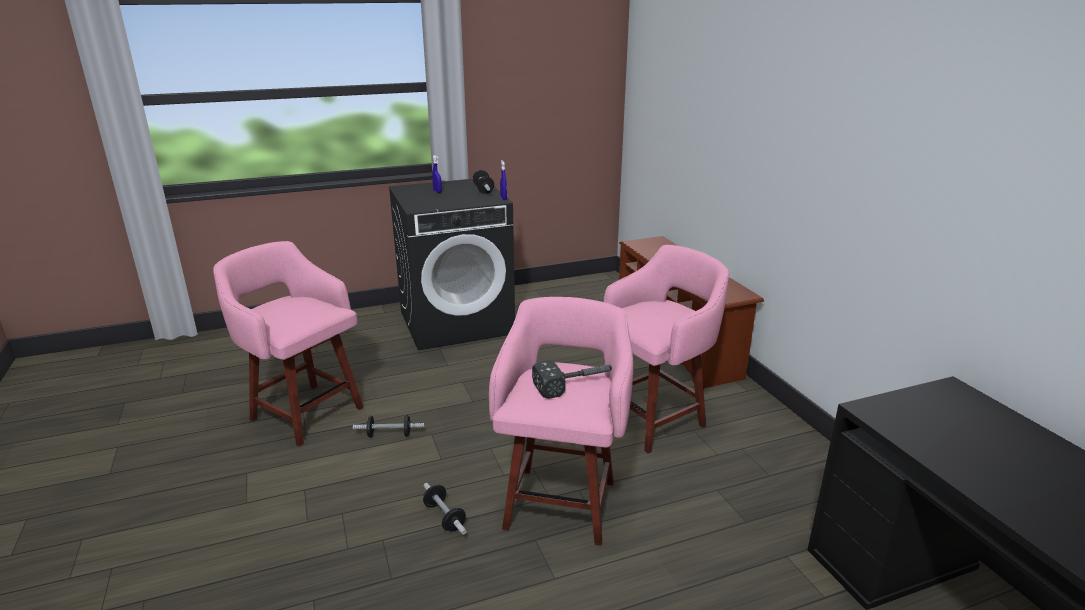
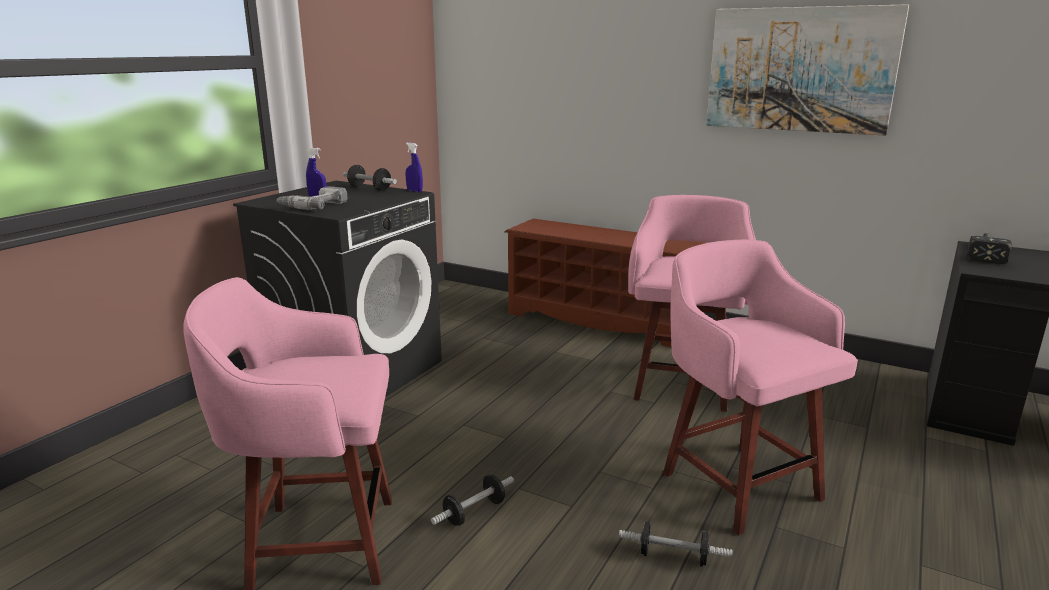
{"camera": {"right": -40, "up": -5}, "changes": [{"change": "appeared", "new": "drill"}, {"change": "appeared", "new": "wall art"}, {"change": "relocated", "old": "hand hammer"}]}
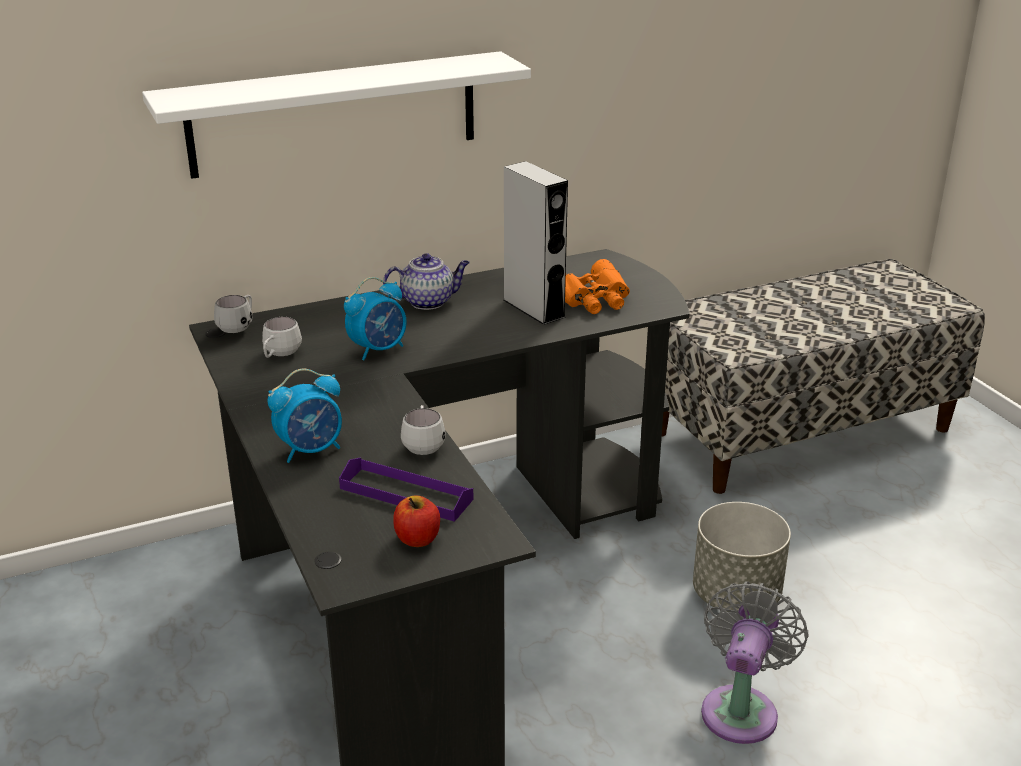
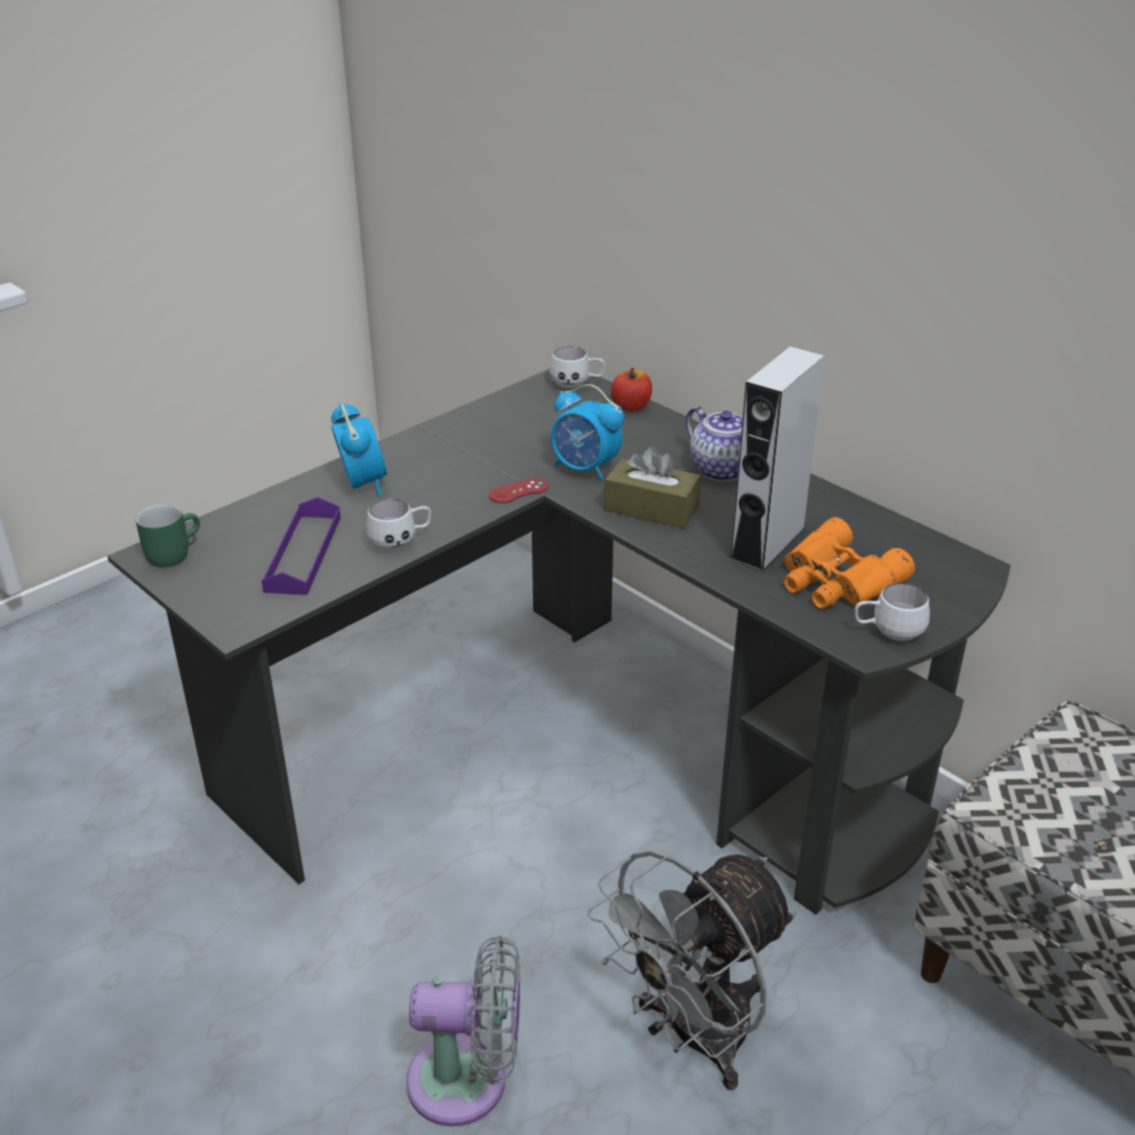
{"camera": {"right": 70, "up": 5}, "changes": [{"change": "missing", "old": "white-coloured wall shelf"}, {"change": "appeared", "new": "green mug"}, {"change": "appeared", "new": "reddish joypad"}, {"change": "appeared", "new": "brown-coloured tissue box"}, {"change": "relocated", "old": "white-coloured mug (no. 2 from left in the first image)", "new": "white-coloured mug (no. 3 from left)"}, {"change": "relocated", "old": "apple fruit"}, {"change": "exchanged", "old": "grey planter", "new": "grey cooling fan (no. 2 from left)"}, {"change": "spun", "old": "bedside clock (no. 1 from left)", "degrees": -150}]}
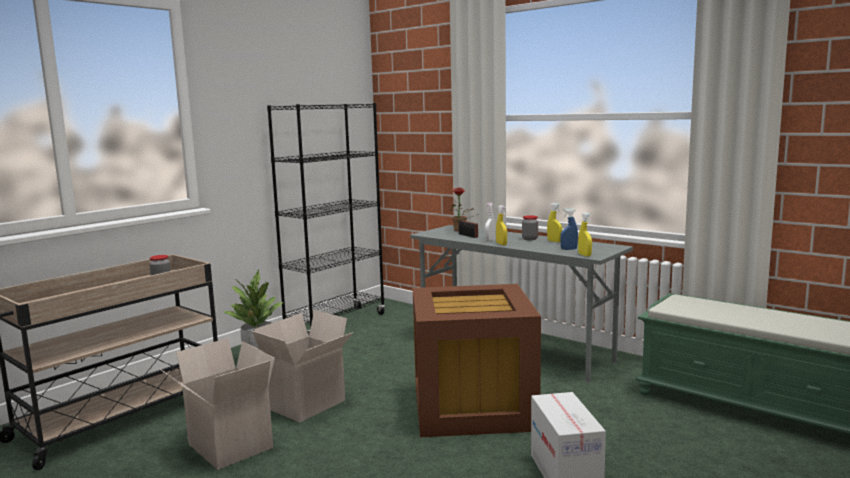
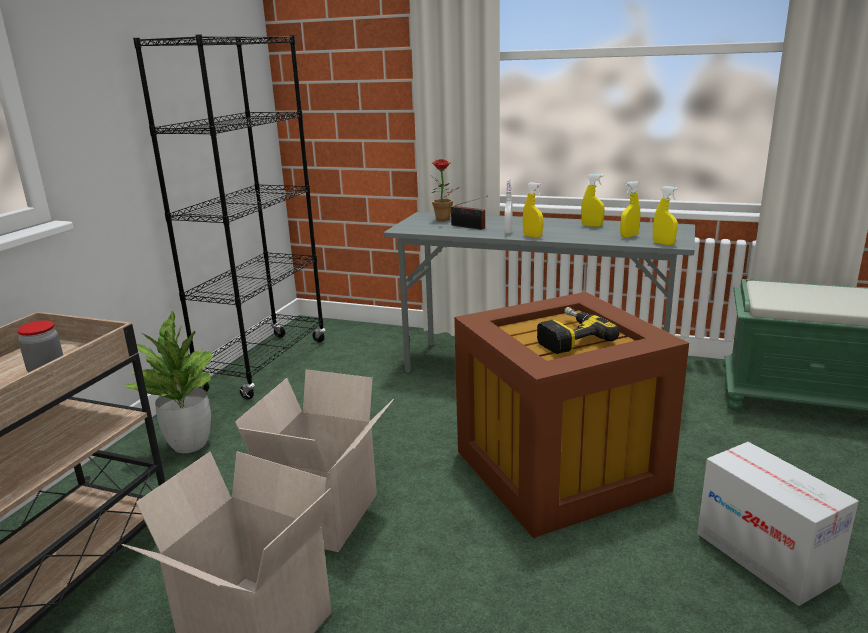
{"camera": {"right": -20, "up": 10}, "changes": [{"change": "missing", "old": "preserve jar (no. 2 from left)"}, {"change": "appeared", "new": "drill"}, {"change": "colour", "old": "blue sprayer", "new": "yellow-coloured sprayer (no. 3 from left)"}]}
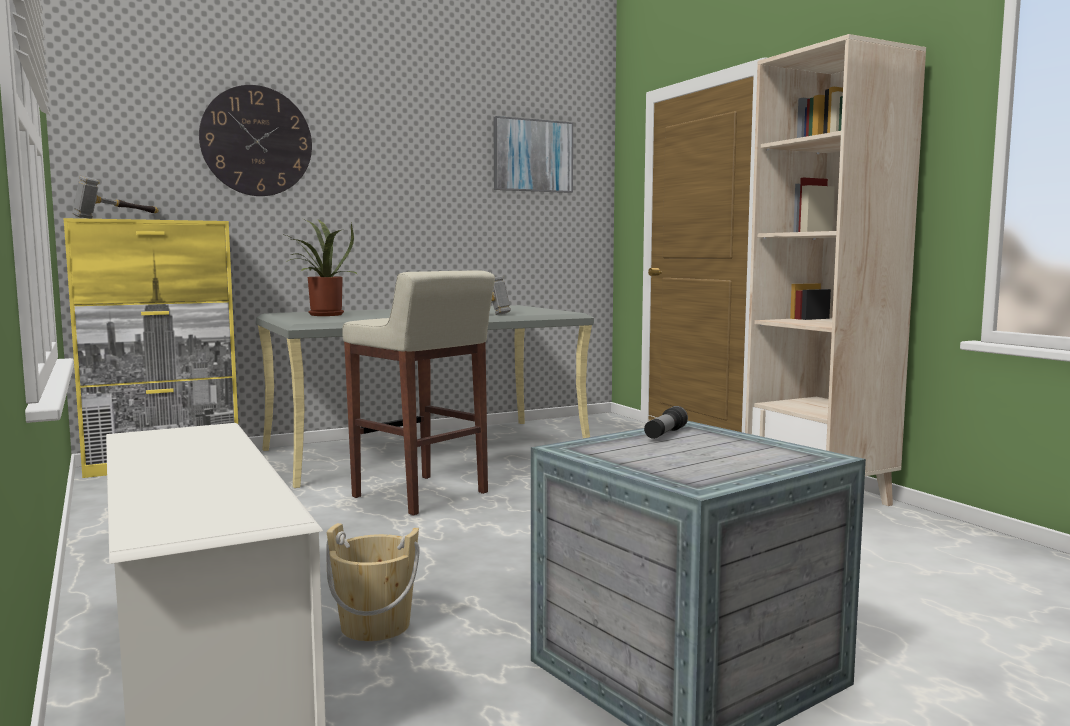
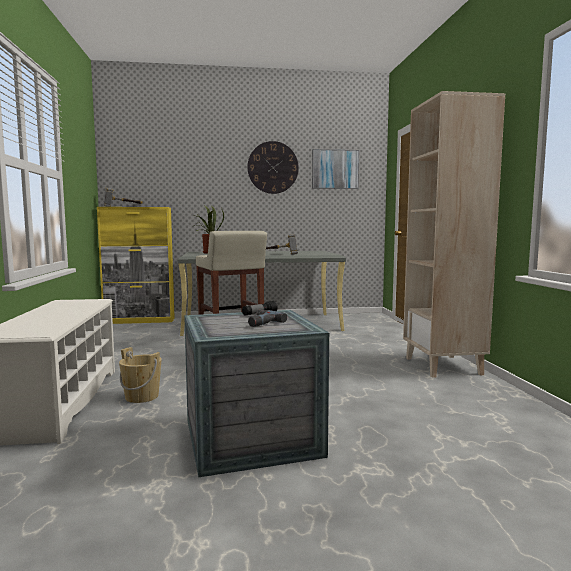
{"camera": {"right": 20, "up": 0}, "changes": [{"change": "appeared", "new": "drill"}, {"change": "relocated", "old": "hanging clock"}]}
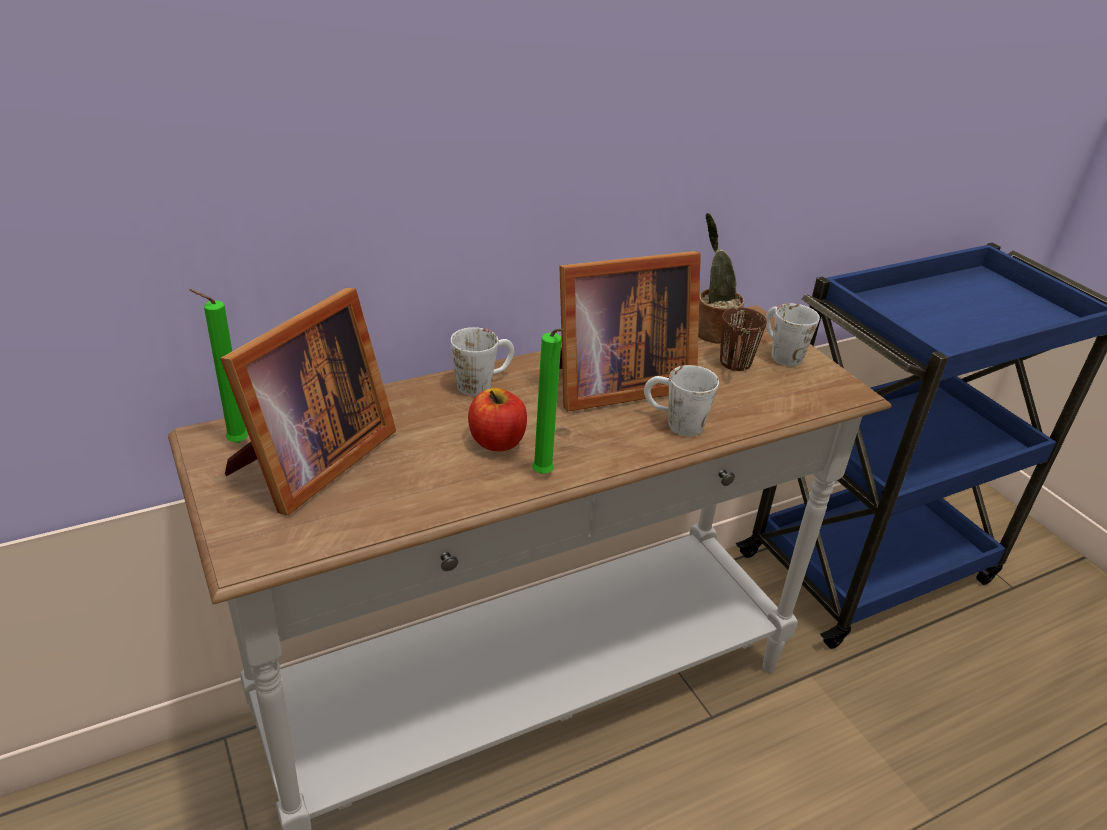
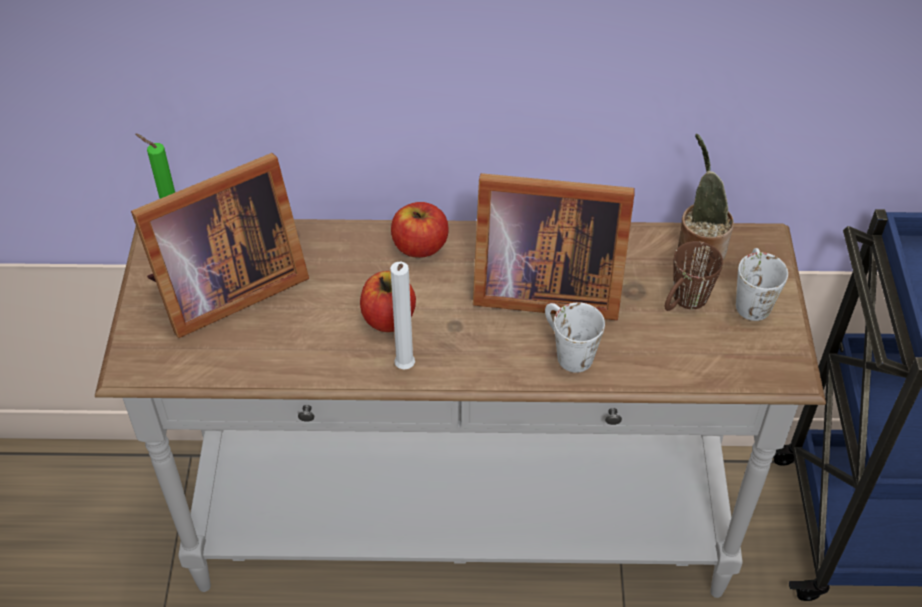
{"camera": {"right": 30, "up": 15}, "changes": [{"change": "exchanged", "old": "white-coloured mug (no. 1 from left)", "new": "apple fruit (no. 2 from left)"}, {"change": "colour", "old": "green candle (no. 2 from left)", "new": "white-coloured candle"}]}
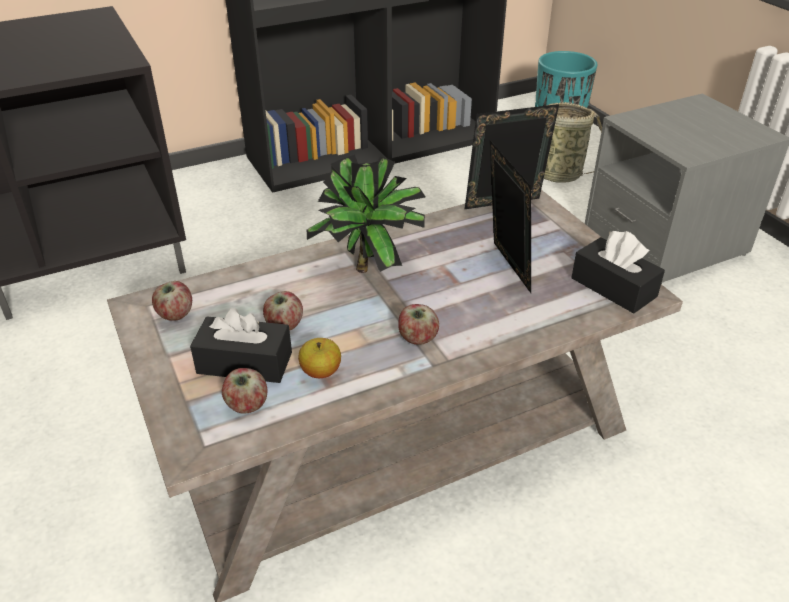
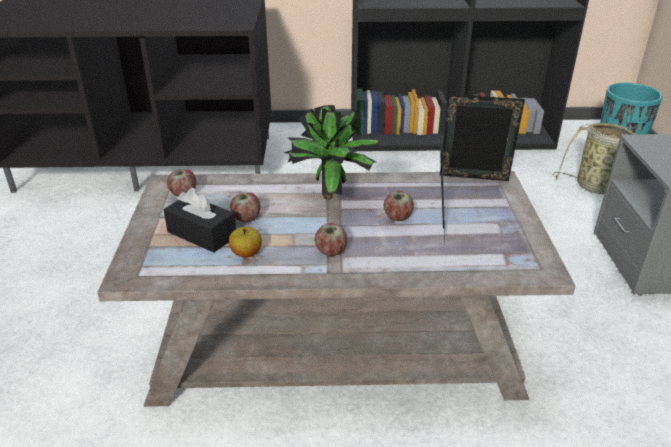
{"camera": {"right": 25, "up": -5}, "changes": [{"change": "missing", "old": "blackish tissue box (no. 2 from left)"}, {"change": "relocated", "old": "apple fruit (no. 2 from left in the first image)", "new": "apple fruit (no. 5 from left)"}]}
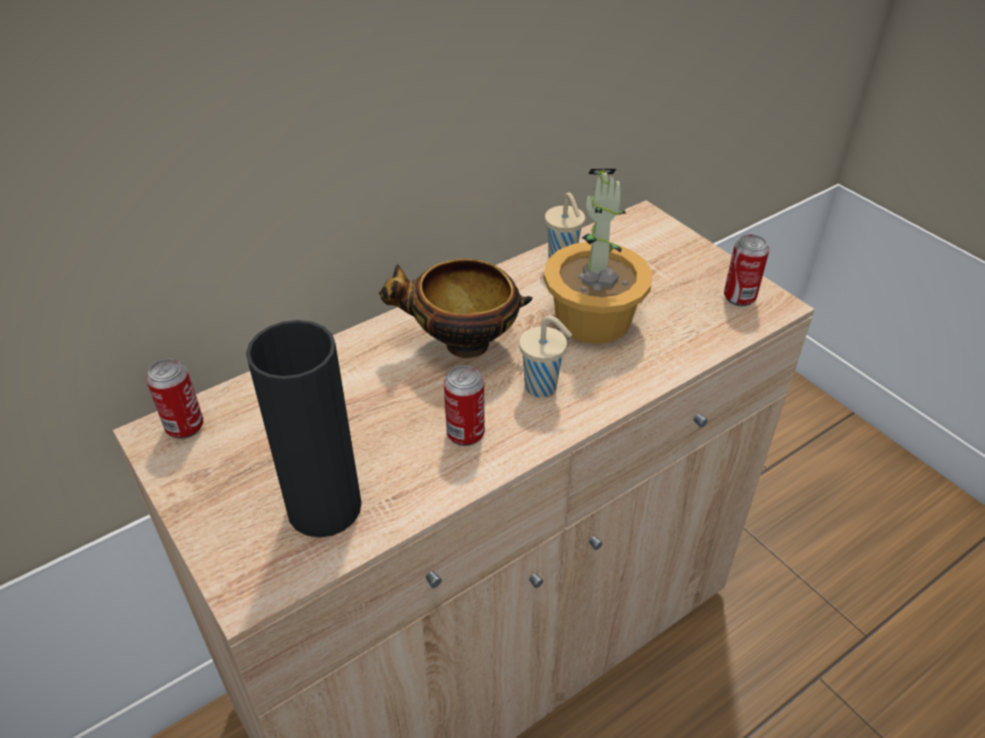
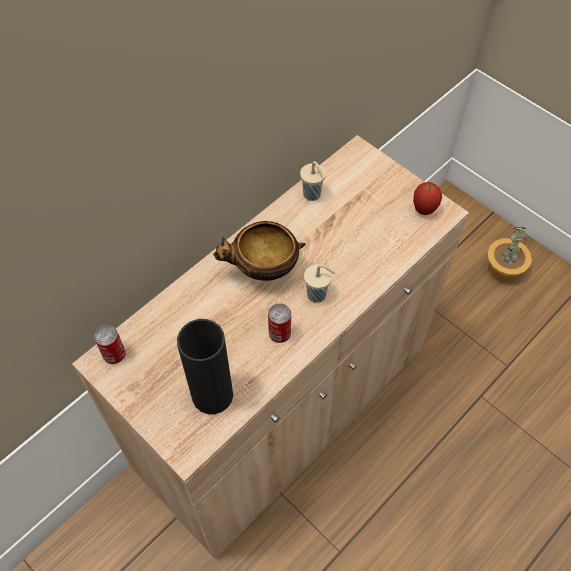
{"camera": {"right": -10, "up": 15}, "changes": [{"change": "relocated", "old": "plant in a pot"}, {"change": "exchanged", "old": "sealed can (no. 3 from left)", "new": "apple fruit"}]}
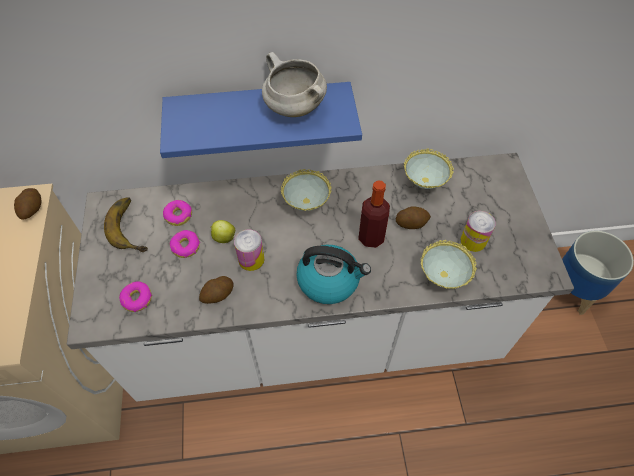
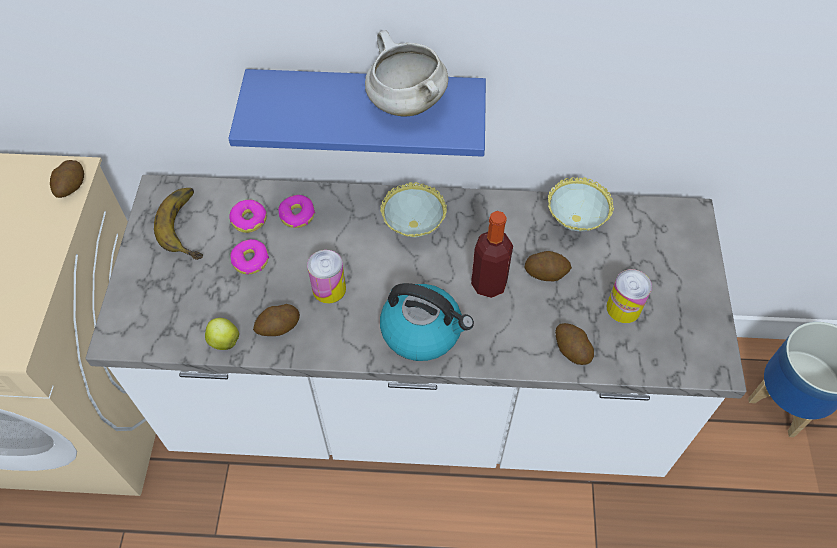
{"camera": {"right": 10, "up": 0}, "changes": [{"change": "relocated", "old": "doughnut (no. 1 from left in the first image)", "new": "doughnut (no. 3 from left)"}, {"change": "relocated", "old": "apple fruit"}, {"change": "exchanged", "old": "bowl (no. 3 from left)", "new": "whole potato (no. 4 from left)"}]}
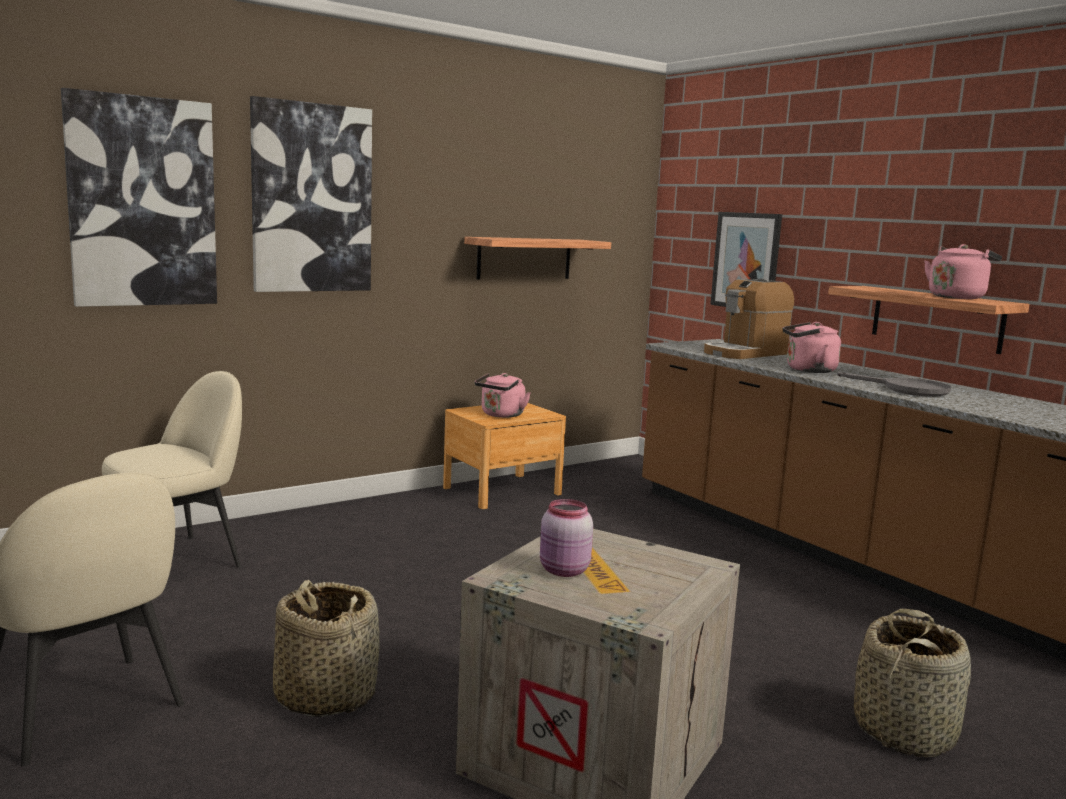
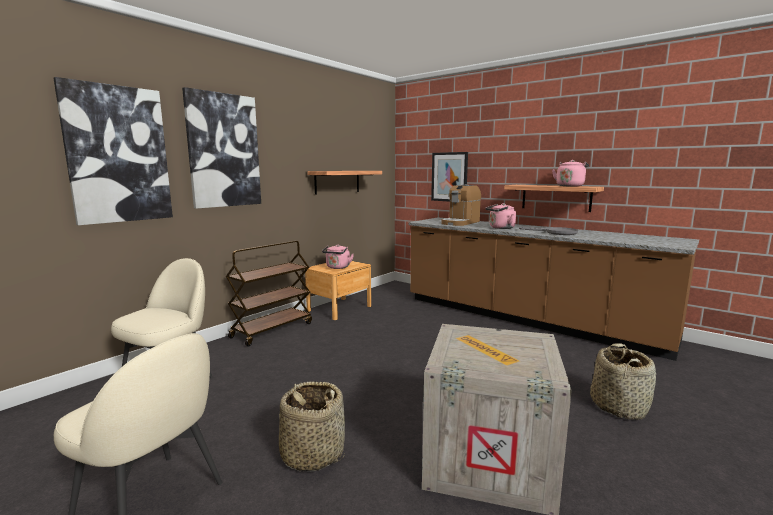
{"camera": {"right": -15, "up": 0}, "changes": [{"change": "missing", "old": "pink-coloured preserve jar"}, {"change": "appeared", "new": "brown-coloured trolley"}]}
